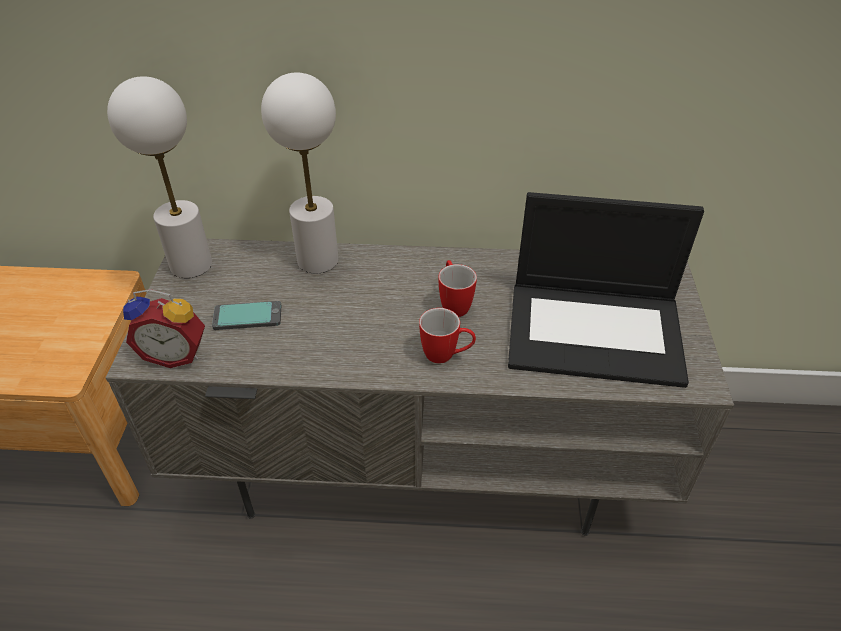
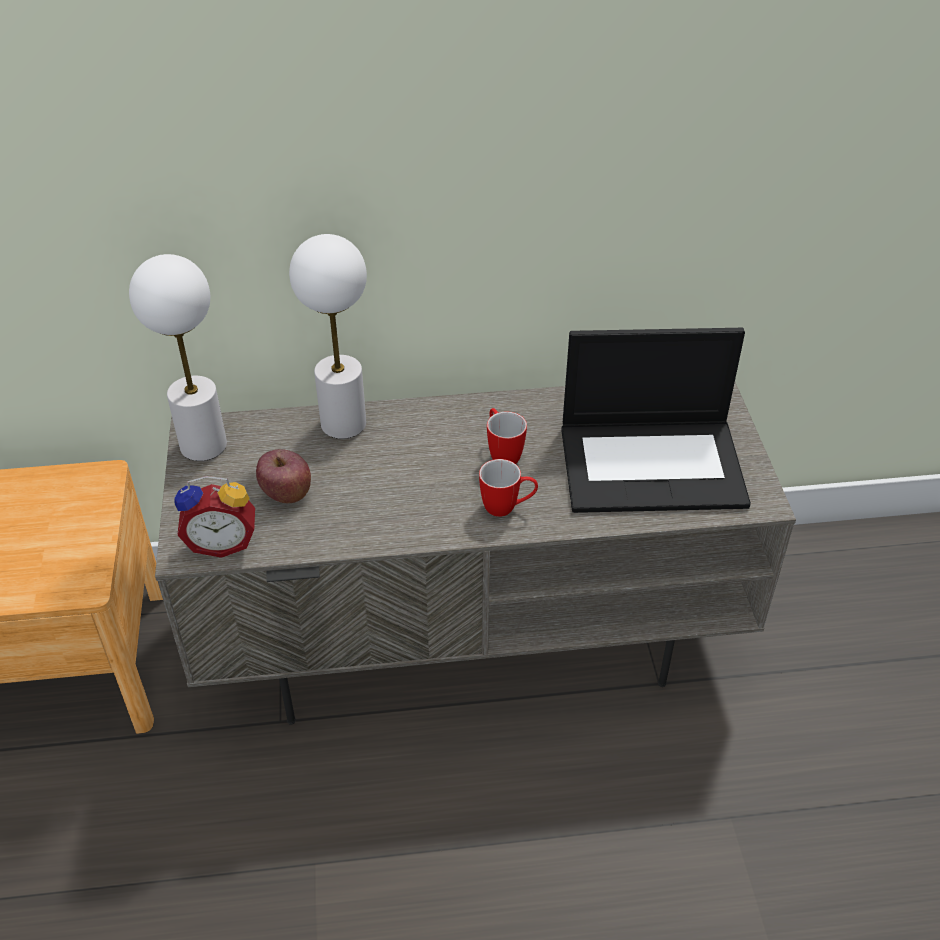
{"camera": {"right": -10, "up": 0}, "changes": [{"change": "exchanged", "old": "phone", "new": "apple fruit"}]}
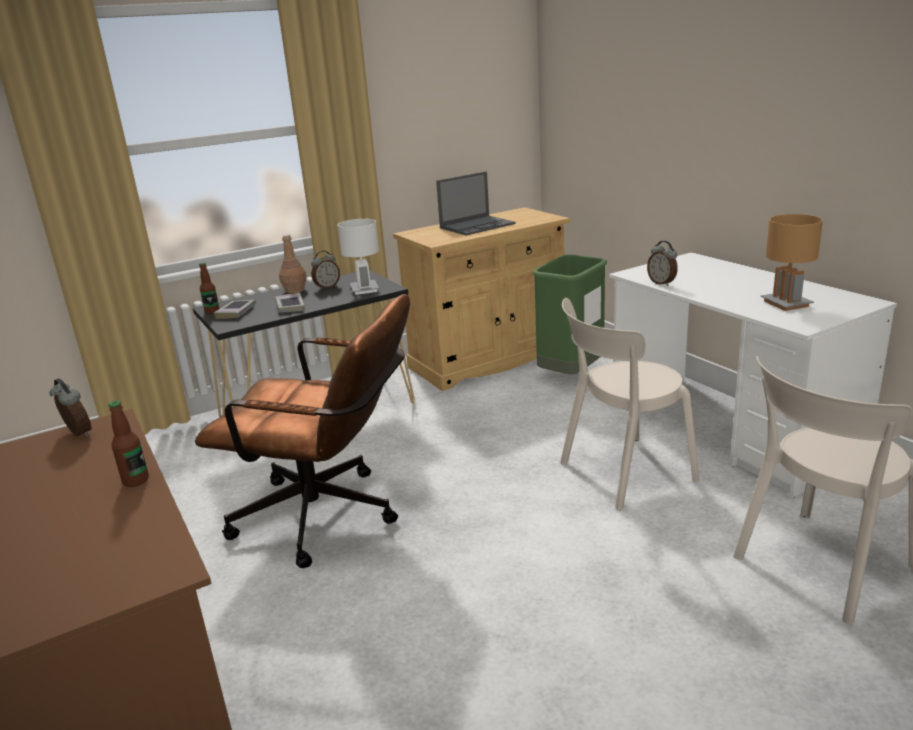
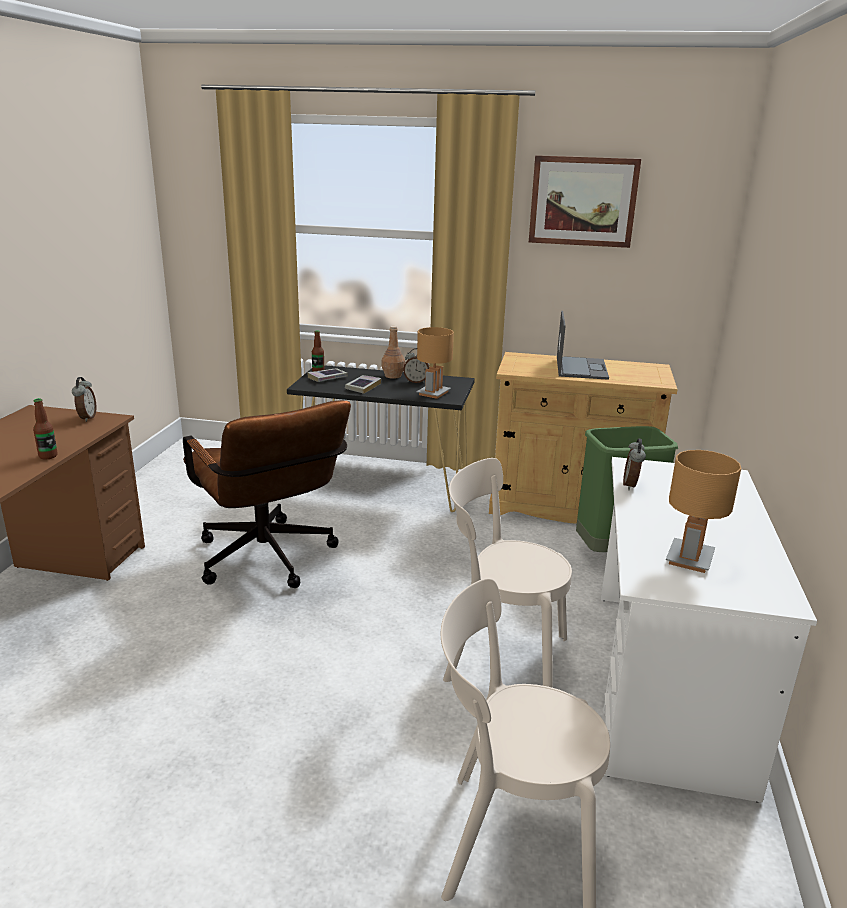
{"camera": {"right": 40, "up": 0}, "changes": [{"change": "appeared", "new": "wall art"}, {"change": "colour", "old": "white-coloured tabletop lamp", "new": "brown-coloured tabletop lamp (no. 1 from left)"}, {"change": "spun", "old": "notebook computer", "degrees": -90}]}
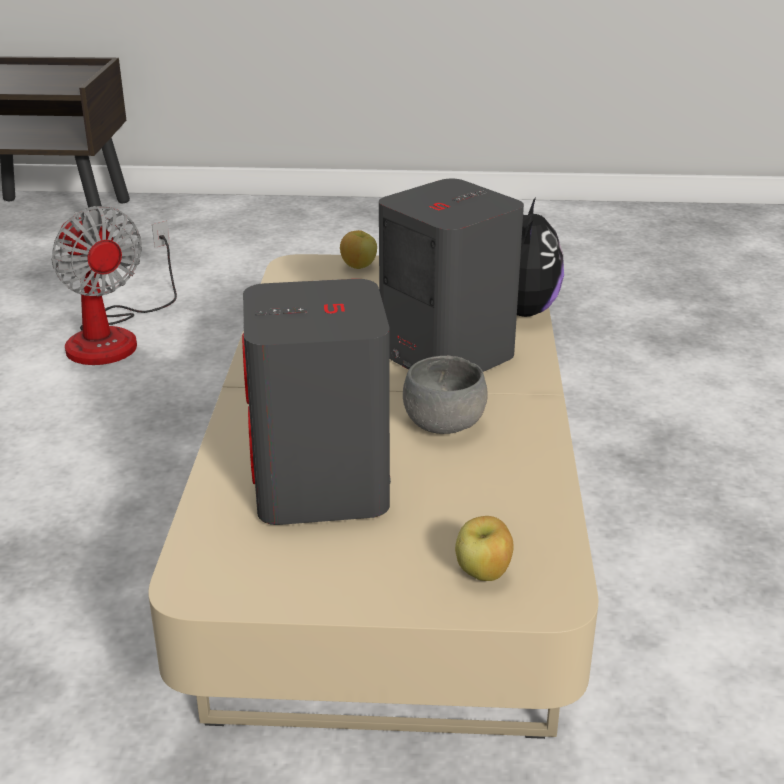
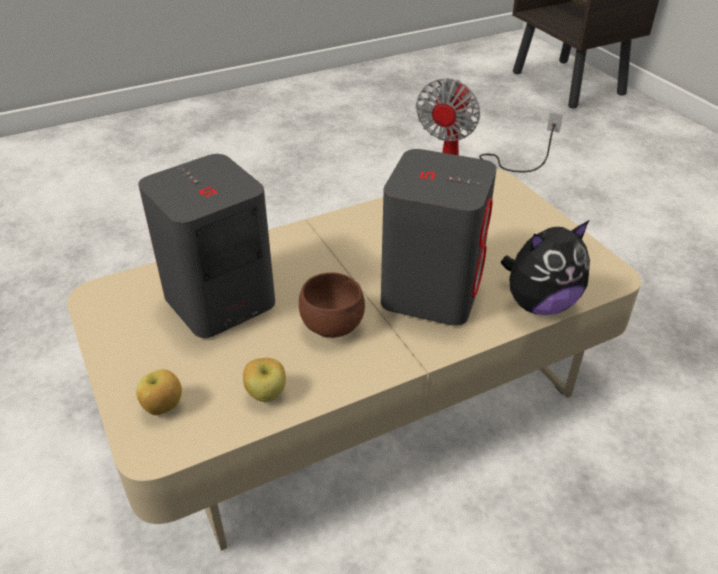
{"camera": {"right": 60, "up": 10}, "changes": [{"change": "relocated", "old": "apple fruit (no. 1 from left in the first image)", "new": "apple fruit (no. 2 from left)"}, {"change": "colour", "old": "grey bowl", "new": "brown-coloured bowl"}]}
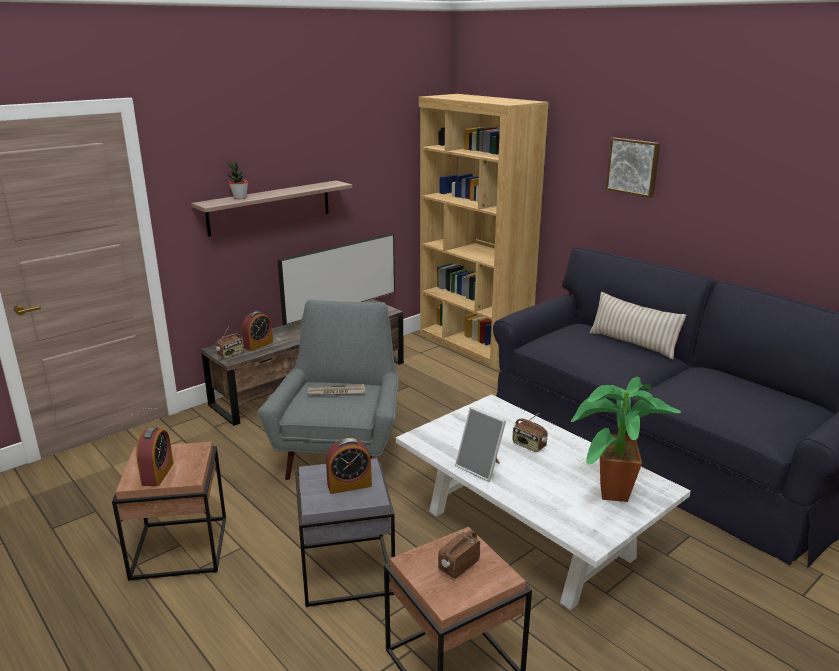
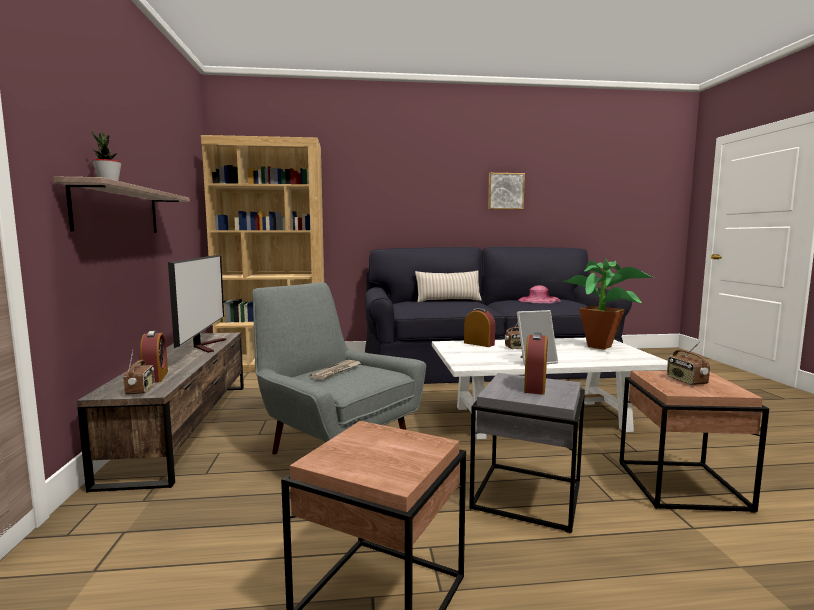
{"camera": {"right": -55, "up": -15}, "changes": [{"change": "appeared", "new": "pink-coloured clothing hat"}, {"change": "relocated", "old": "bedside clock (no. 1 from left in the first image)", "new": "bedside clock (no. 2 from left)"}, {"change": "relocated", "old": "wall art"}]}
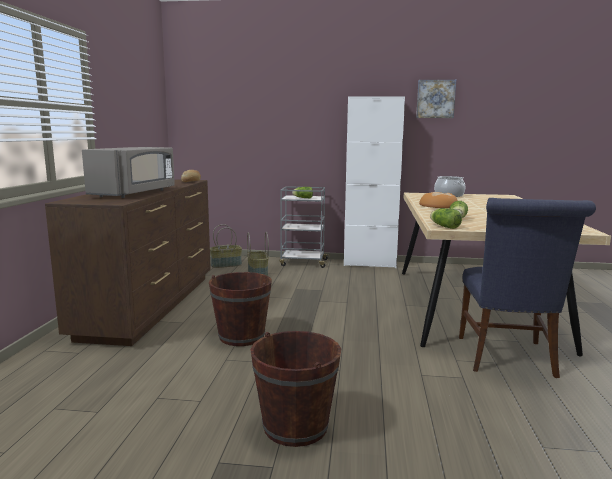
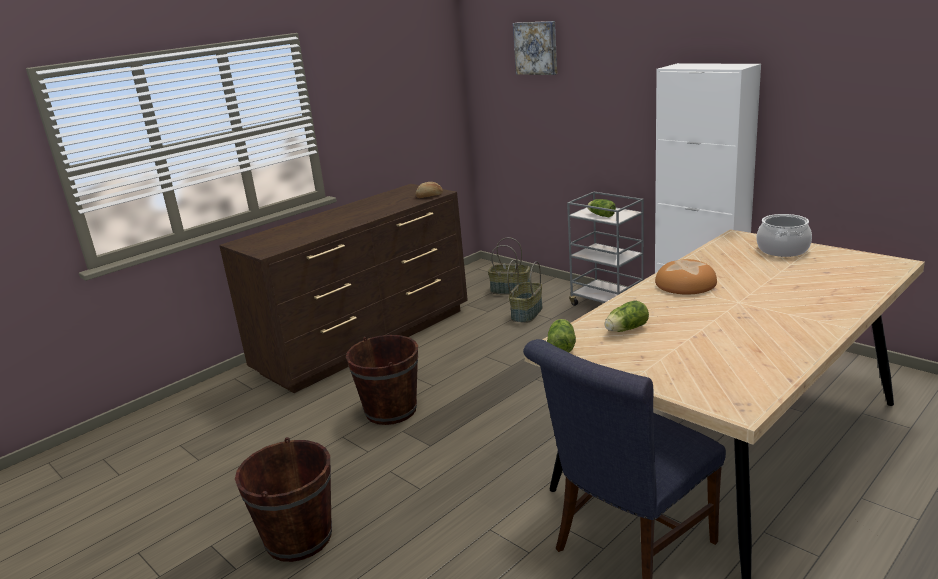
{"camera": {"right": 40, "up": 10}, "changes": [{"change": "missing", "old": "grey microwave oven"}, {"change": "relocated", "old": "wall art"}]}
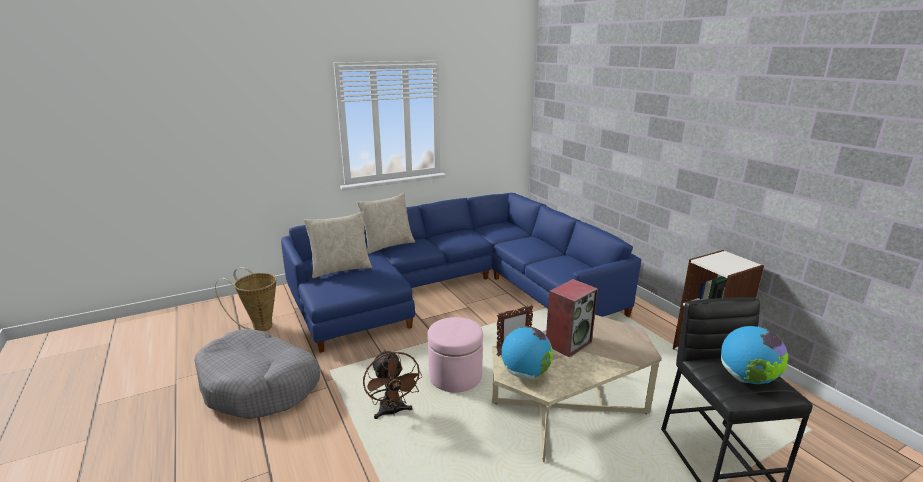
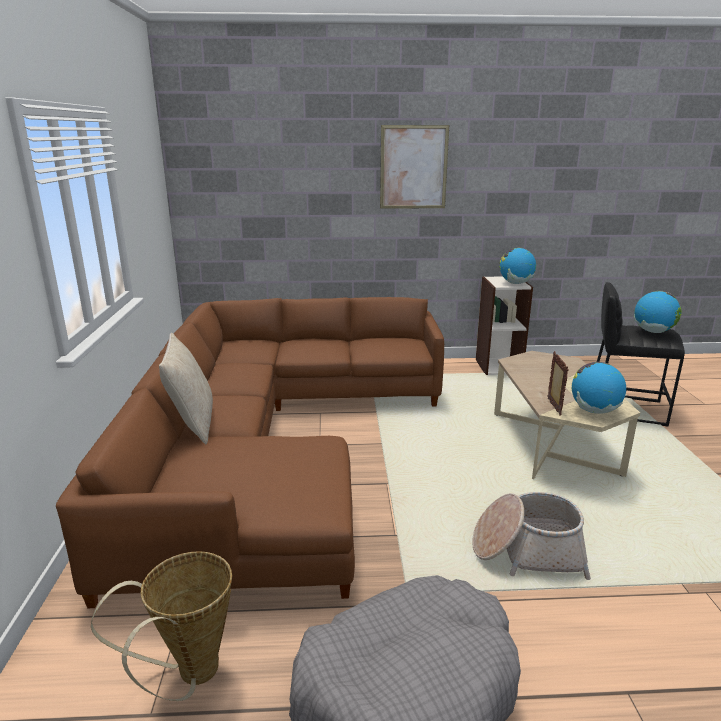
{"camera": {"right": -65, "up": 0}, "changes": [{"change": "missing", "old": "beige pillow (no. 1 from left)"}, {"change": "missing", "old": "pink-coloured footrest"}, {"change": "missing", "old": "speaker"}, {"change": "appeared", "new": "wall art"}, {"change": "appeared", "new": "desk globe (no. 1 from left)"}, {"change": "exchanged", "old": "brown-coloured cooling fan", "new": "household basket (no. 2 from left)"}, {"change": "colour", "old": "blue couch", "new": "brown-coloured couch"}]}
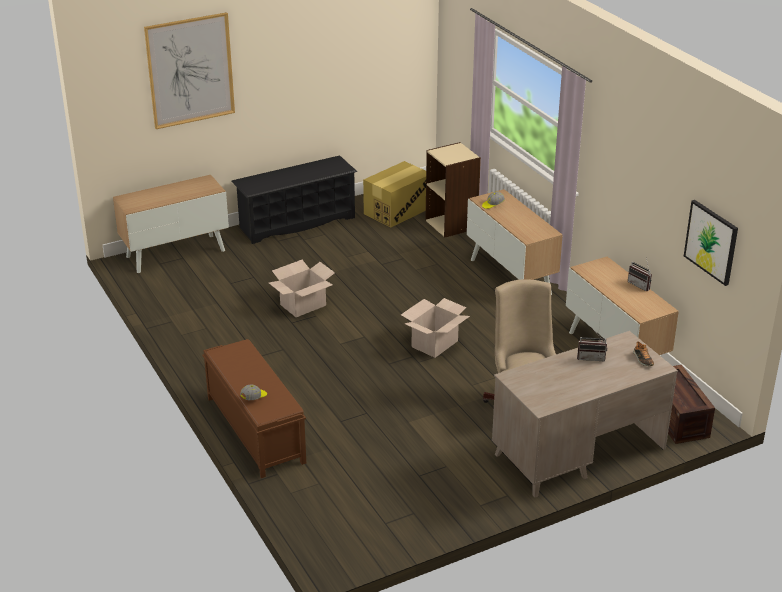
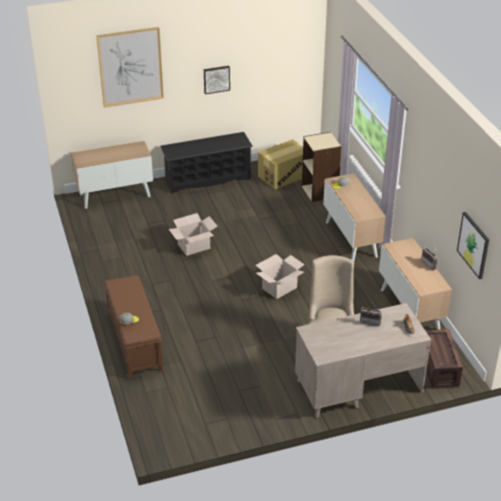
{"camera": {"right": 10, "up": 5}, "changes": [{"change": "appeared", "new": "wall art (no. 2 from left)"}]}
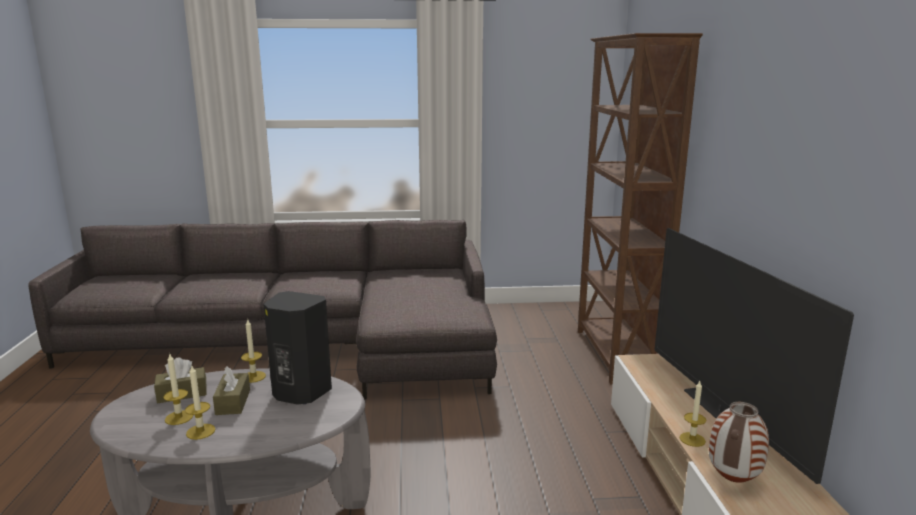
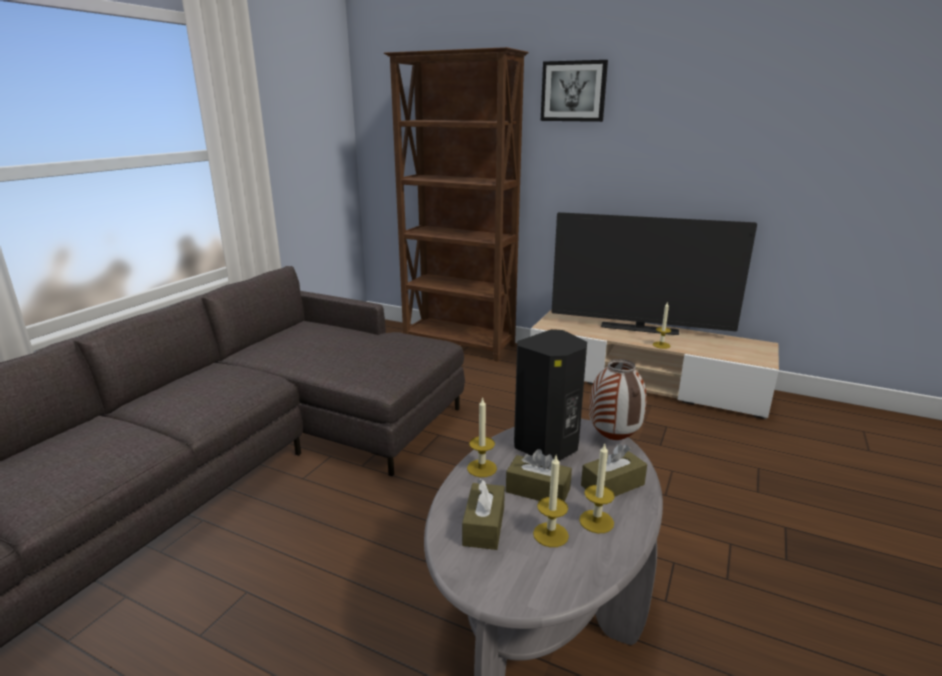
{"camera": {"right": -60, "up": 5}, "changes": [{"change": "appeared", "new": "wall art"}, {"change": "appeared", "new": "brown-coloured tissue box (no. 3 from left)"}, {"change": "relocated", "old": "vase"}]}
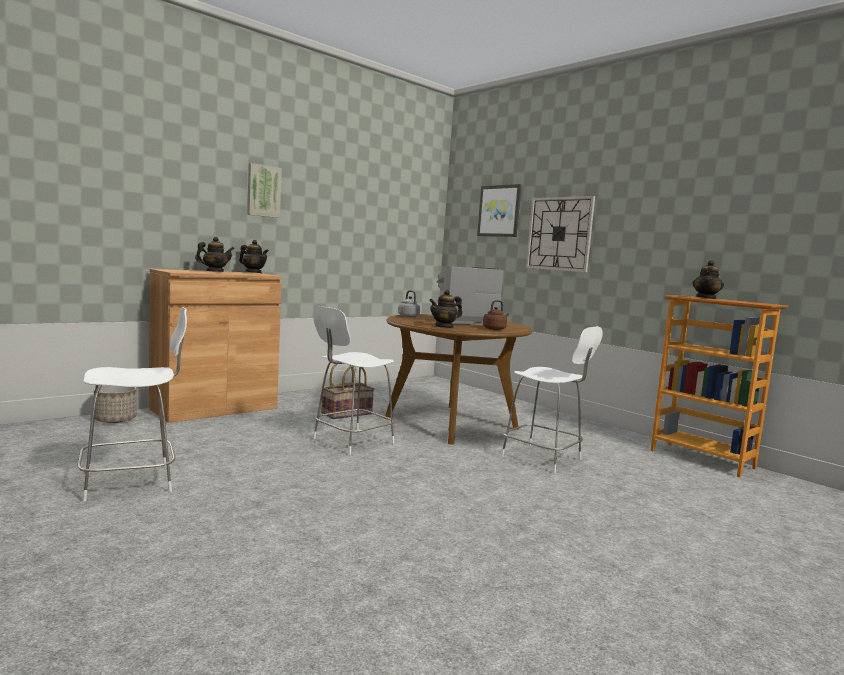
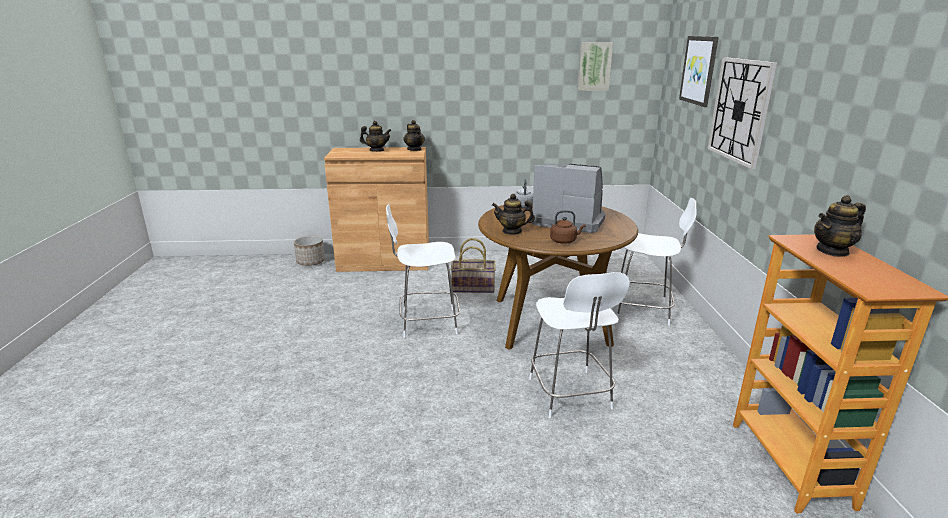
{"camera": {"right": 40, "up": 15}, "changes": [{"change": "relocated", "old": "white-coloured chair (no. 1 from left in the first image)", "new": "white-coloured chair (no. 3 from left)"}, {"change": "relocated", "old": "wall art (no. 1 from left)"}]}
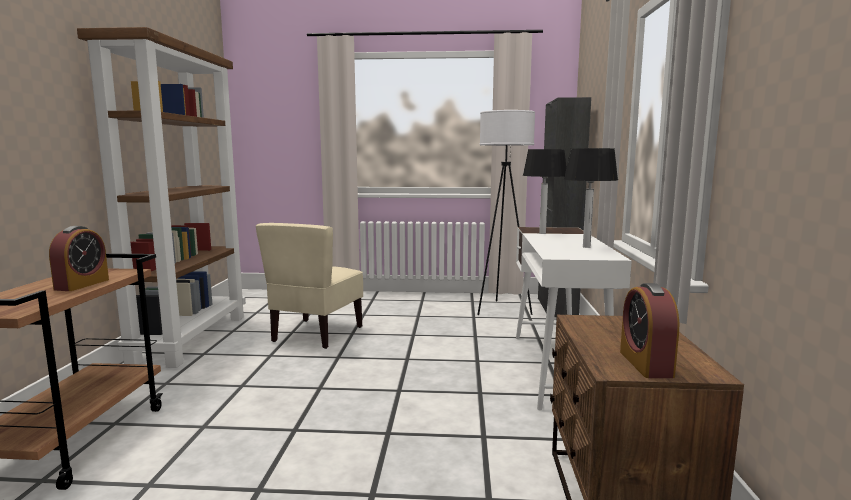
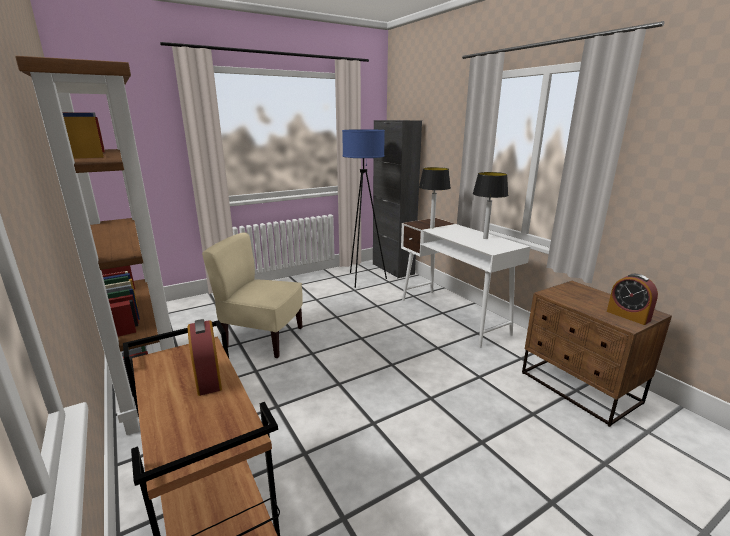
{"camera": {"right": -35, "up": 10}, "changes": [{"change": "colour", "old": "white-coloured floor lamp", "new": "blue floor lamp"}, {"change": "spun", "old": "beige chair", "degrees": 120}]}
